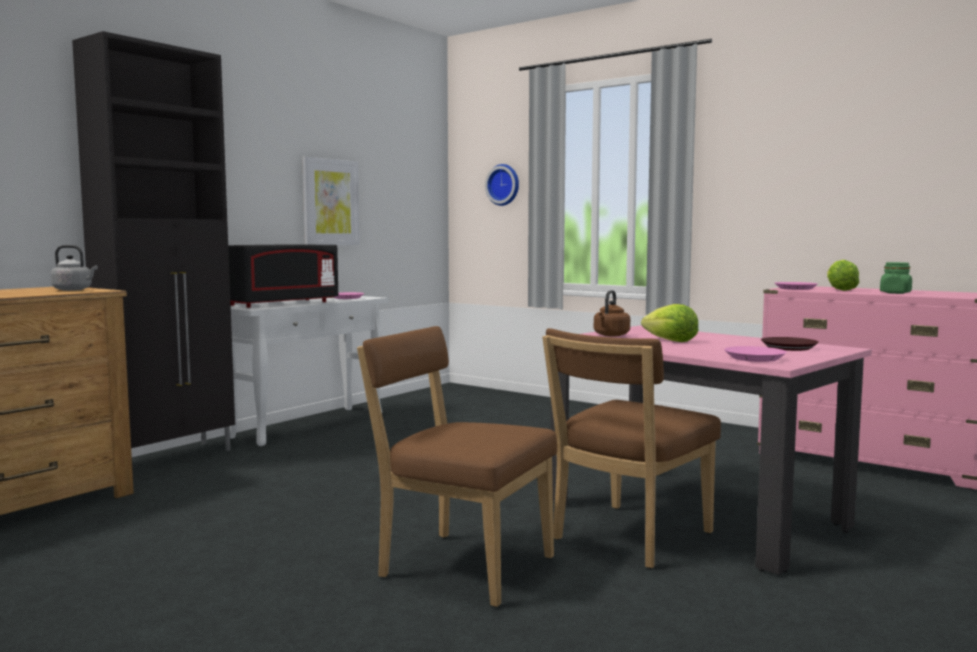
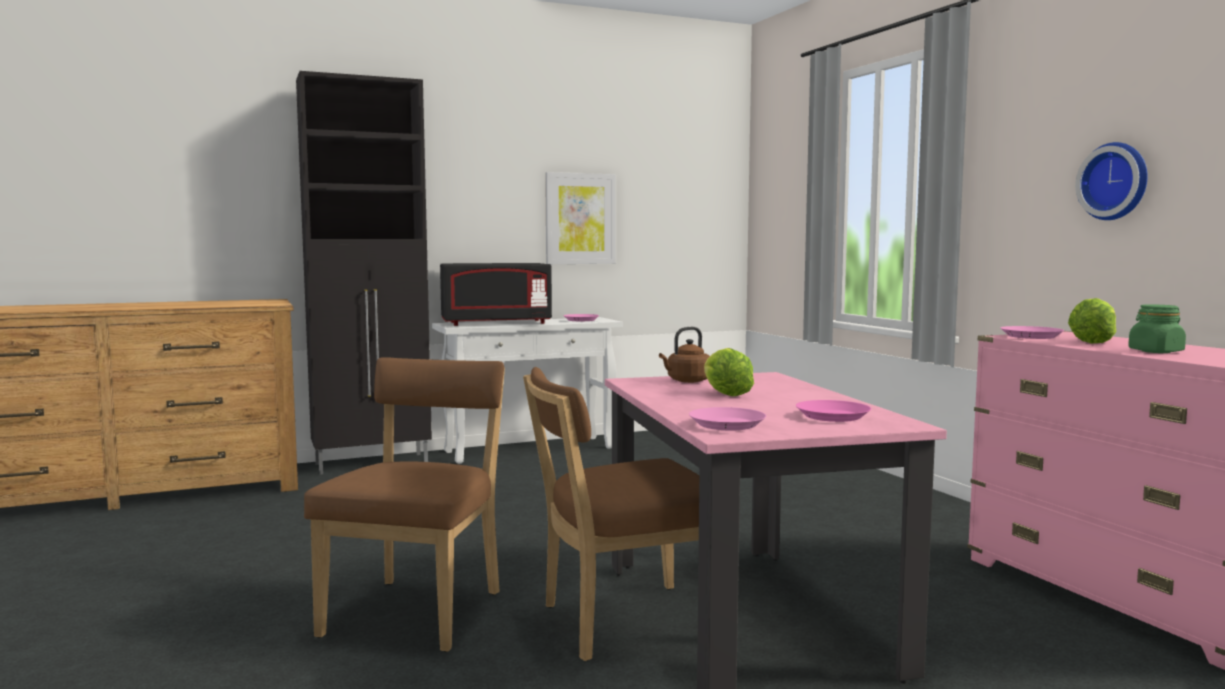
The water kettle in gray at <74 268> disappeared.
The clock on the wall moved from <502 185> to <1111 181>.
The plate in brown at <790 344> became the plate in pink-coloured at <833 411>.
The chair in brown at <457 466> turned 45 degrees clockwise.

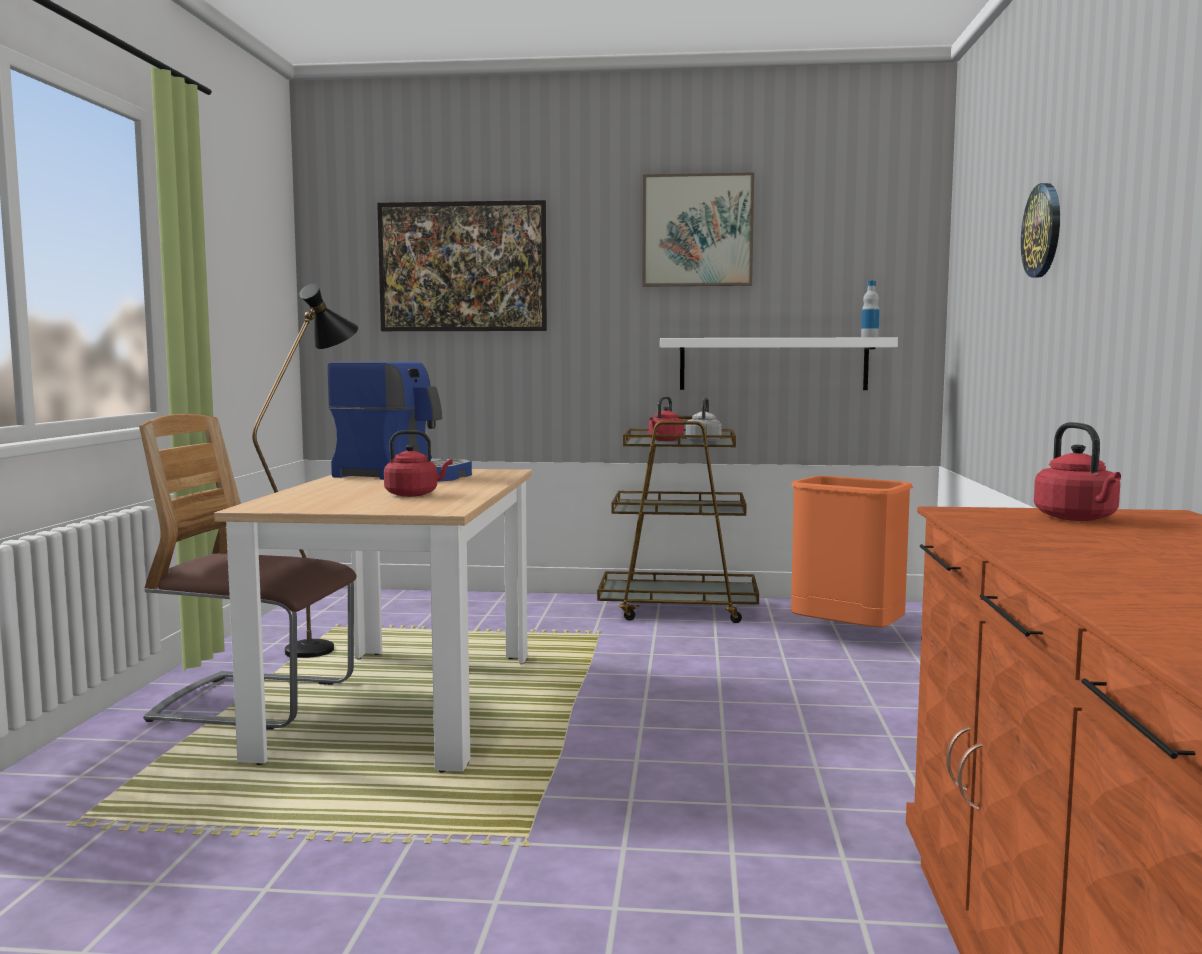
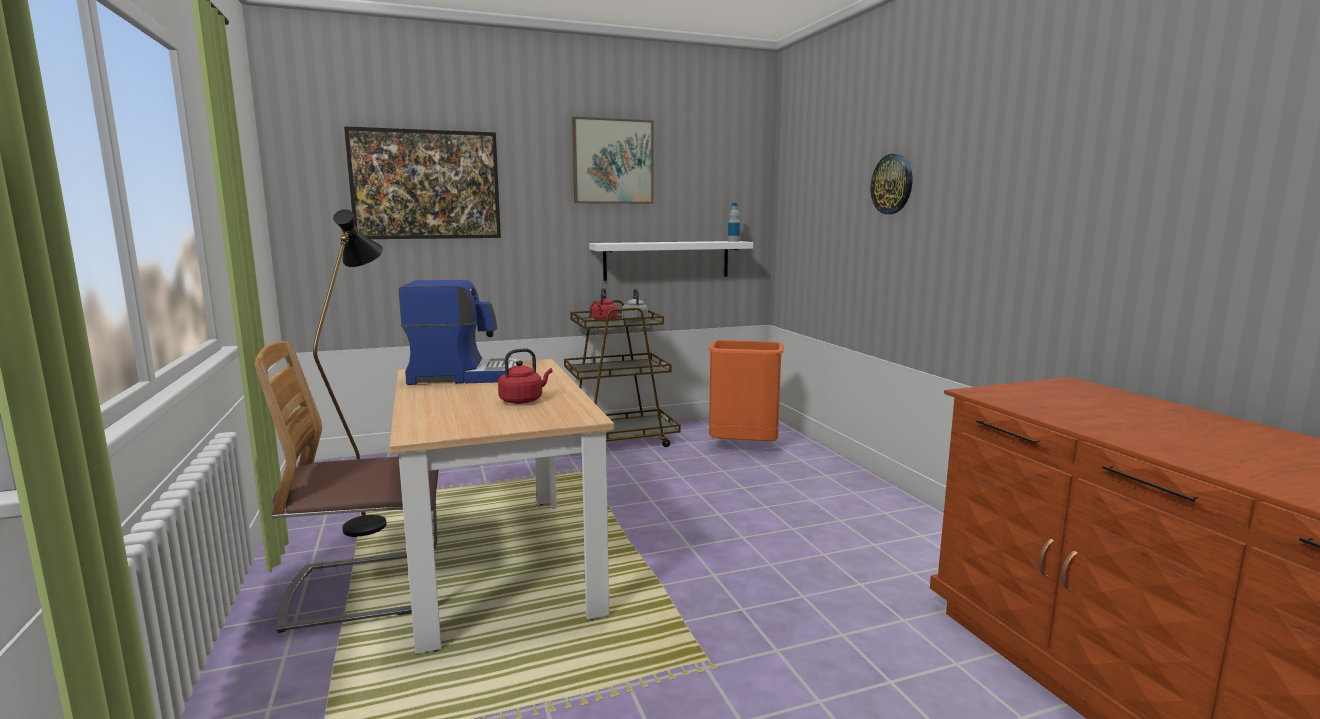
The water kettle in red-coloured at <1077 471> disappeared.

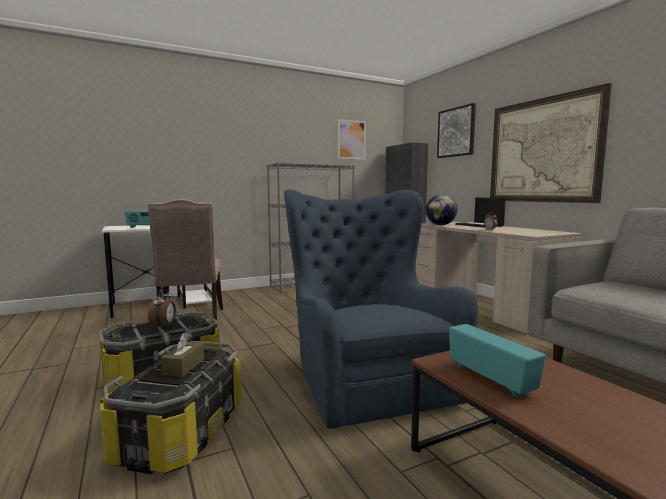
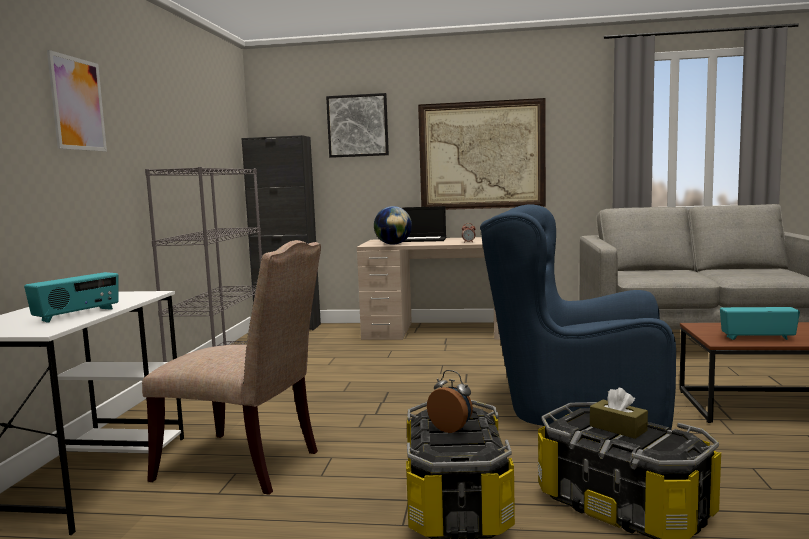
The wall art moved from <352 139> to <77 101>.

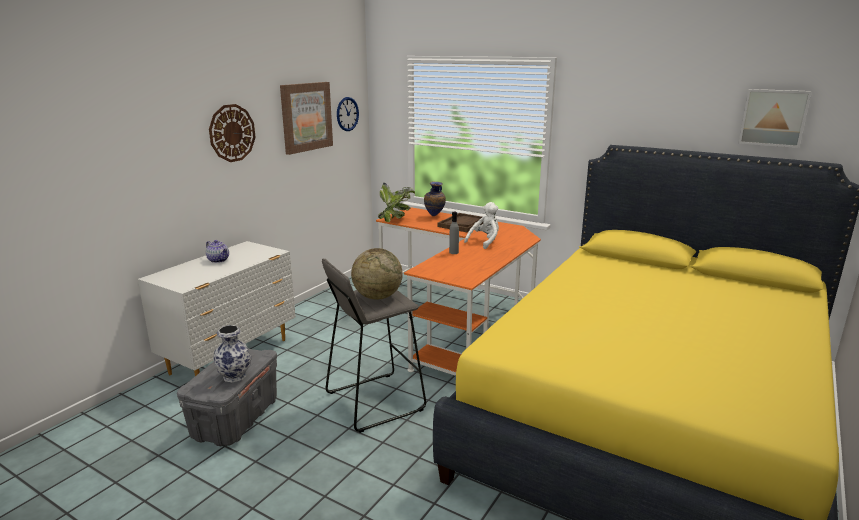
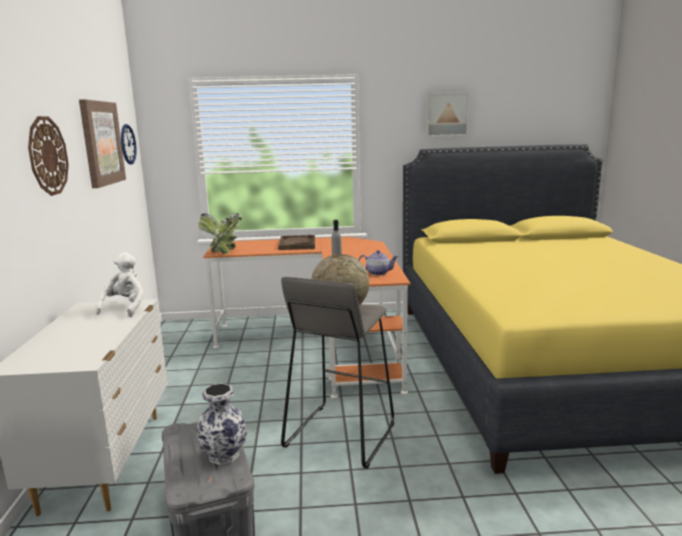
The decorative vase at <435 199> disappeared.
The teapot moved from <217 251> to <378 262>.
The cuddly toy in white-coloured moved from <481 225> to <120 284>.
The wall art moved from <775 118> to <448 114>.

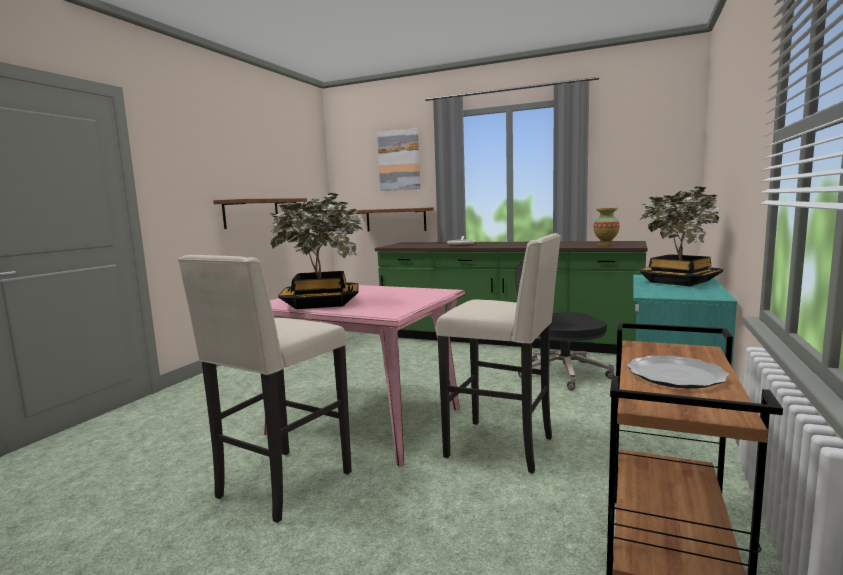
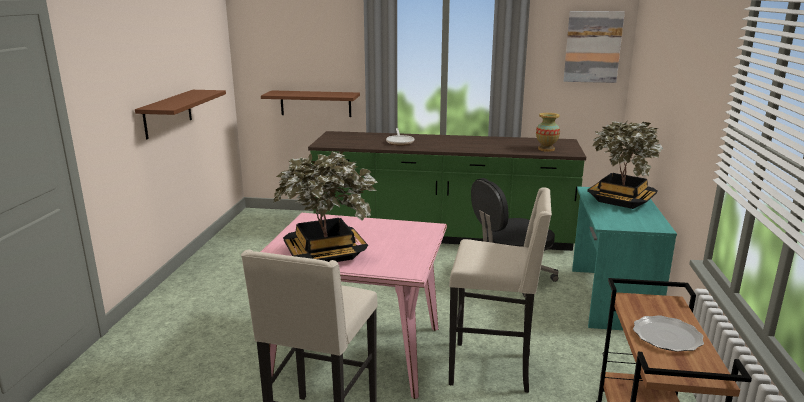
The wall art moved from <398 159> to <594 47>.

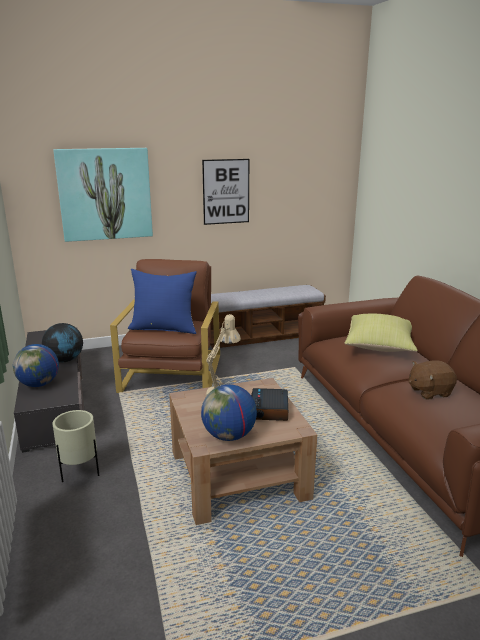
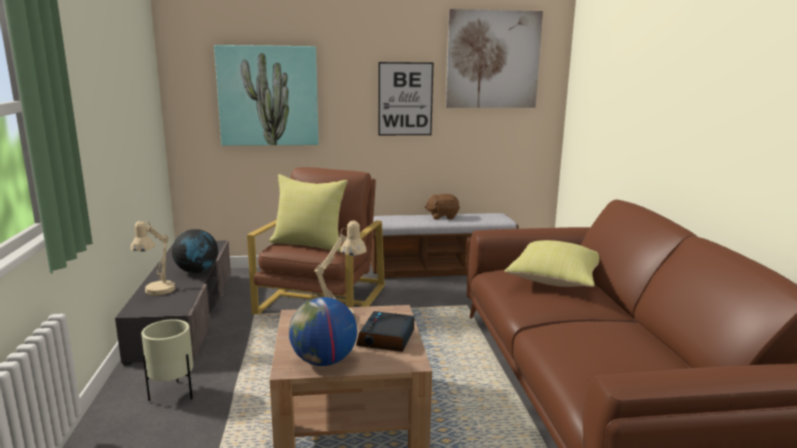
The wall art at <494 58> appeared.
The cuddly toy in brown moved from <433 380> to <442 206>.
The world globe at <36 365> was replaced by the tabletop lamp in sand-coloured at <153 258>.
The throw pillow in bluish at <162 301> became the throw pillow in yellowish at <308 213>.

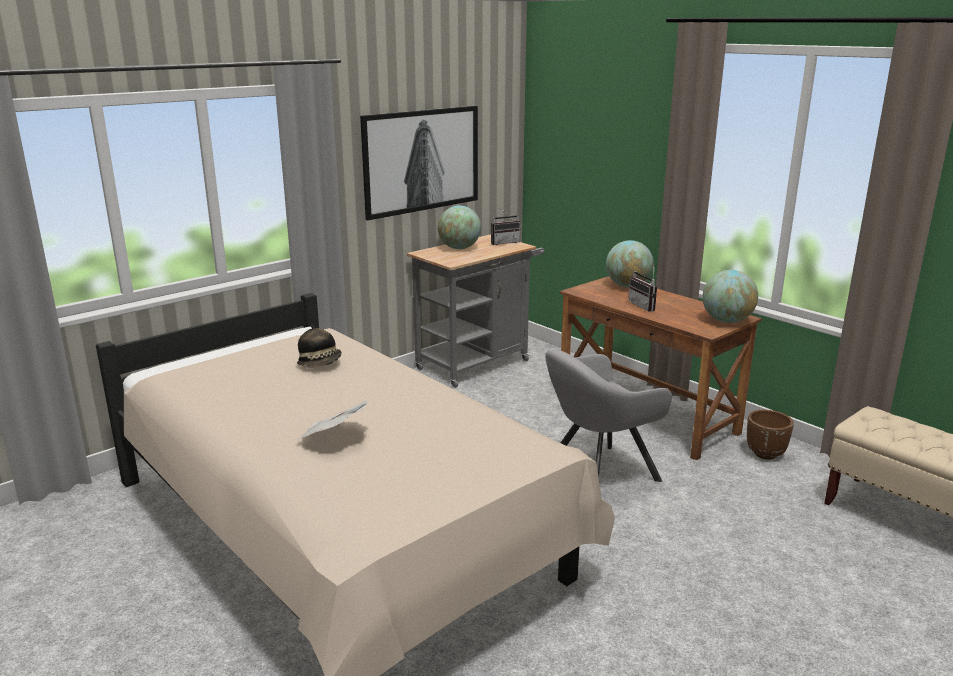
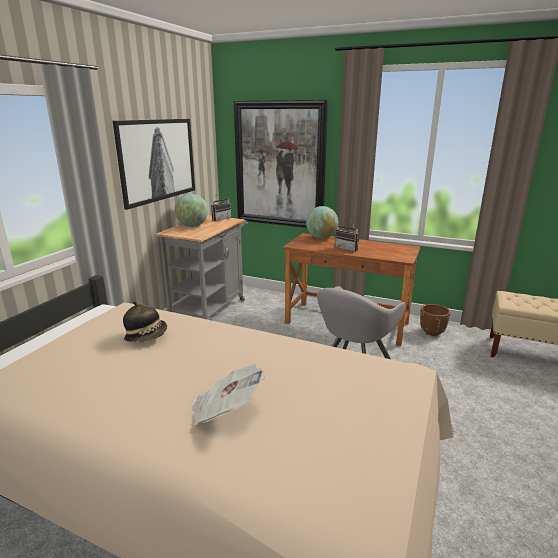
The world globe at <730 296> disappeared.
The wall art at <281 164> appeared.

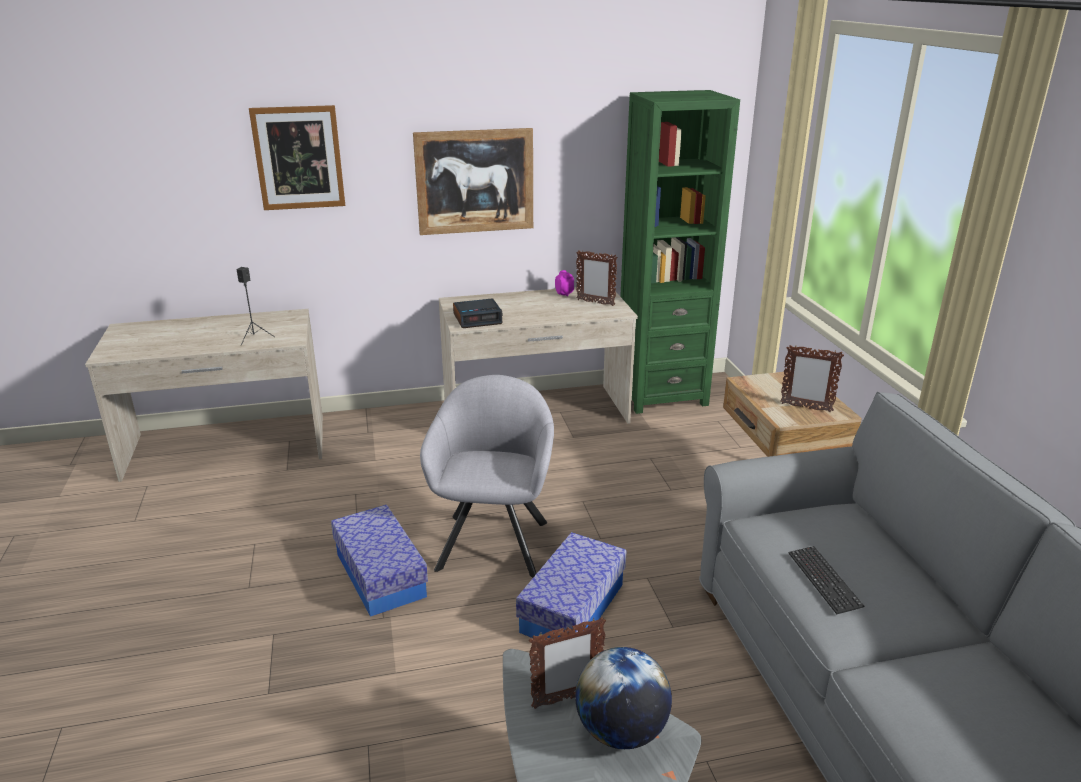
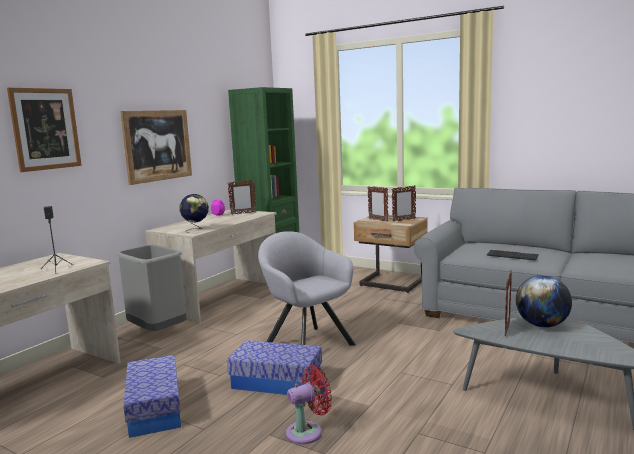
The trash can in gray at <151 288> appeared.
The fan in red-coloured at <309 404> appeared.
The photo frame at <377 204> appeared.
The storage box moved from <571 585> to <152 396>.
The bedside clock at <478 313> was replaced by the world globe at <194 213>.

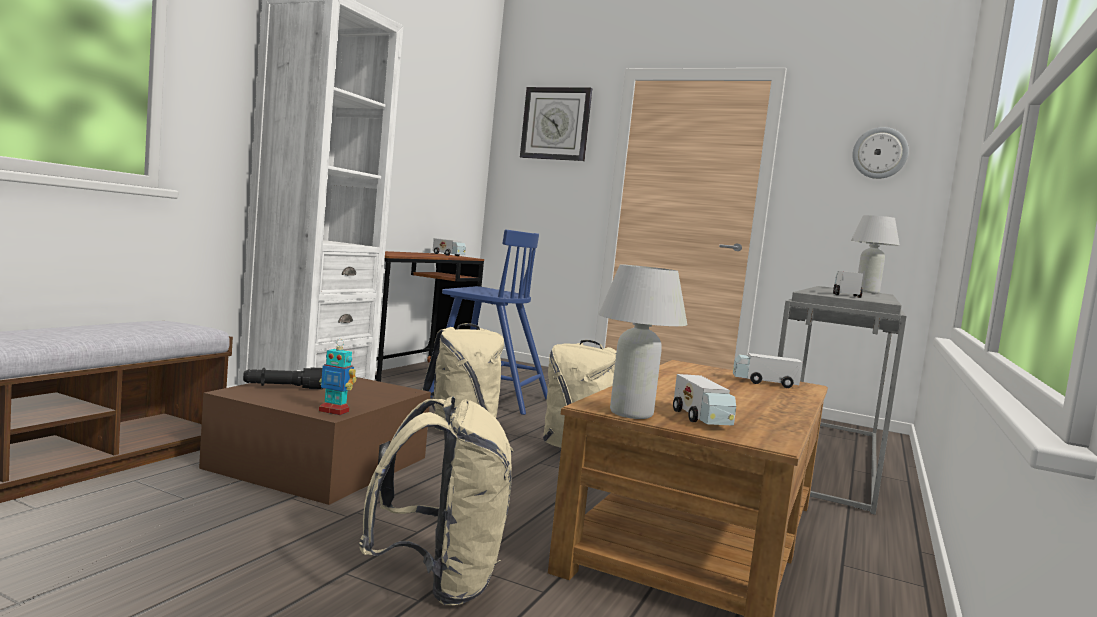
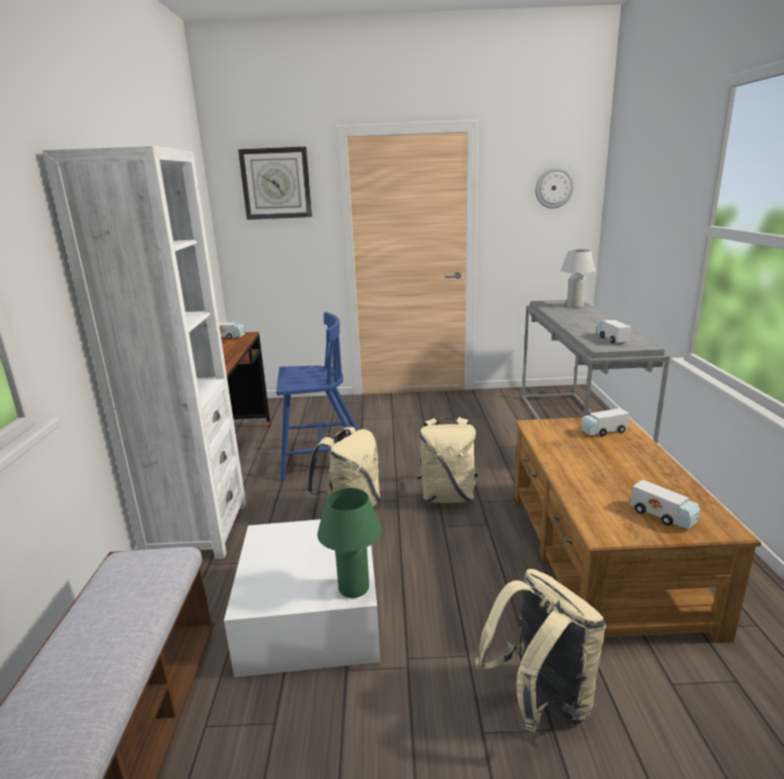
The torch in black at <283 378> disappeared.
The tabletop lamp in white-coloured at <643 341> disappeared.
The robot figure at <337 377> was replaced by the tabletop lamp in green at <349 543>.
The storage box in brown at <315 441> became the storage box in white-coloured at <302 598>.

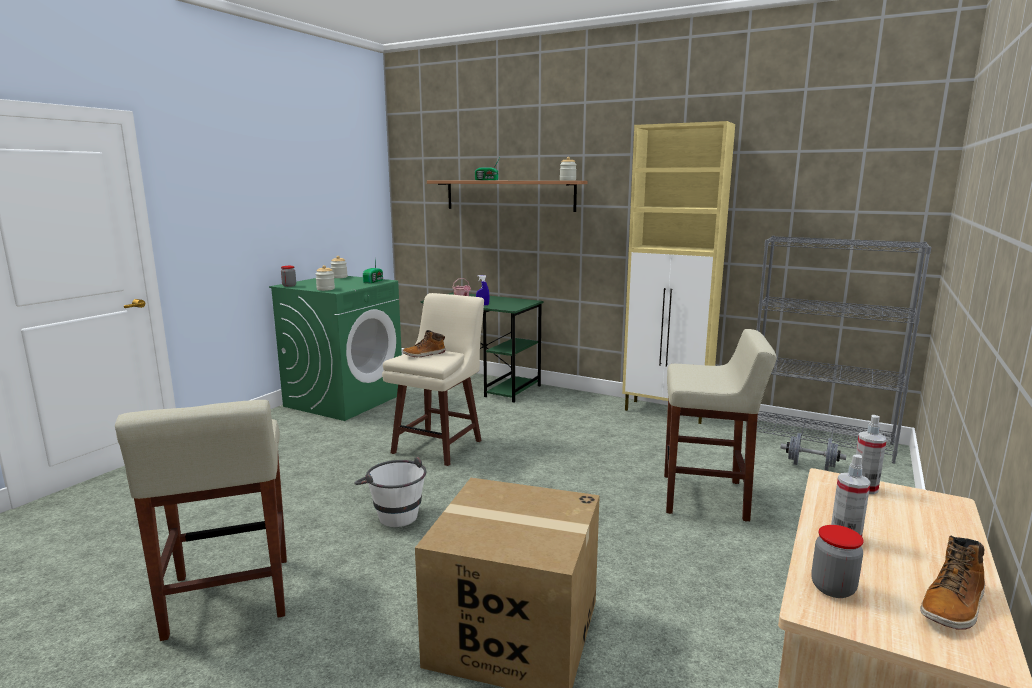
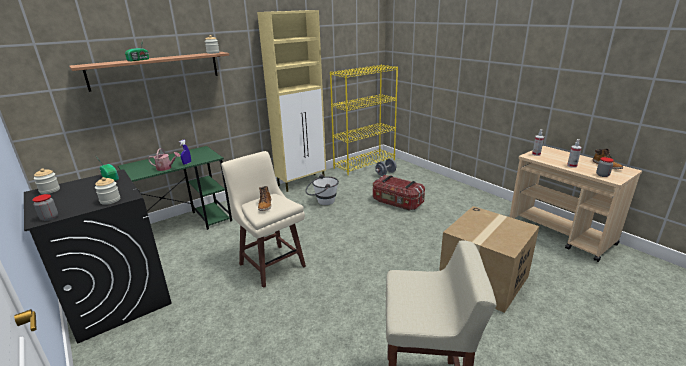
The bucket in white-coloured moved from <390 492> to <322 189>.
The stool seat in sand-coloured at <720 425> was replaced by the storage box at <399 193>.
The laundry appliance in green at <335 348> became the laundry appliance in black at <98 256>.
The bookcase in gray at <844 349> became the bookcase in yellowish at <364 120>.

